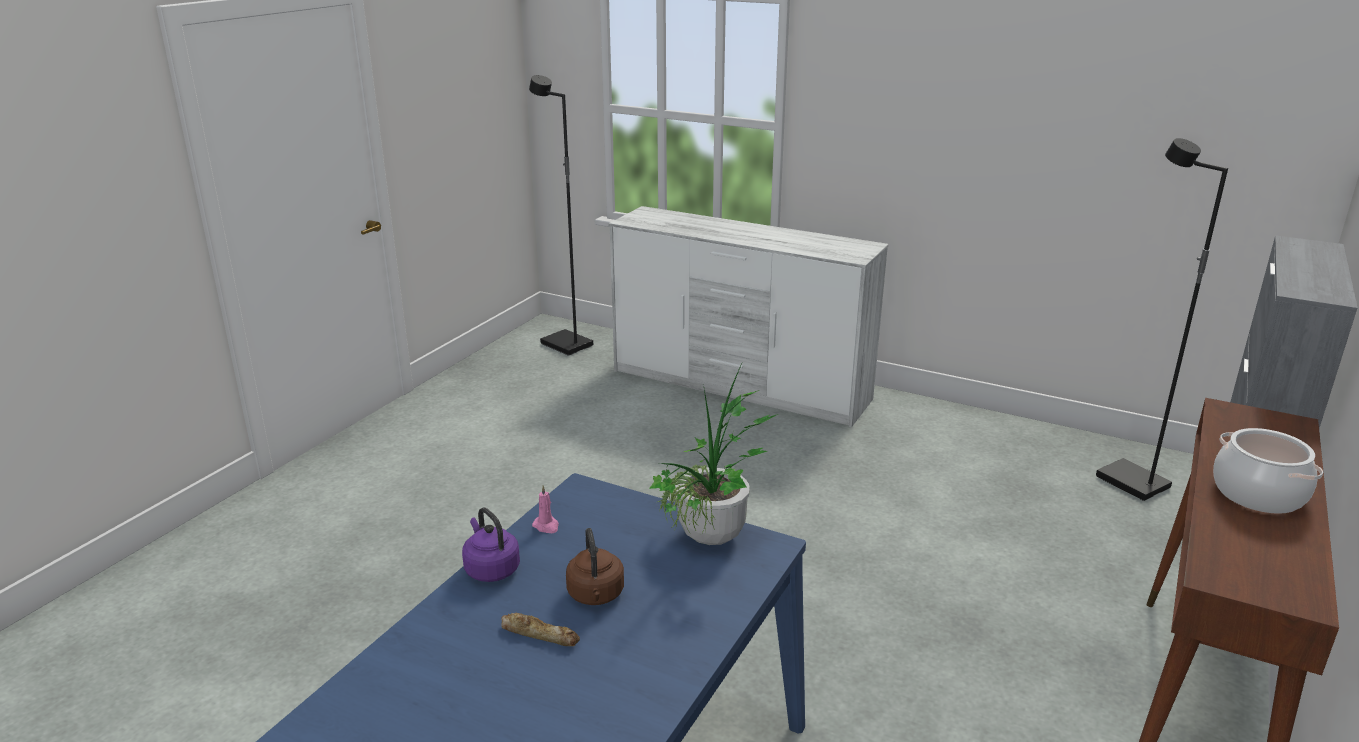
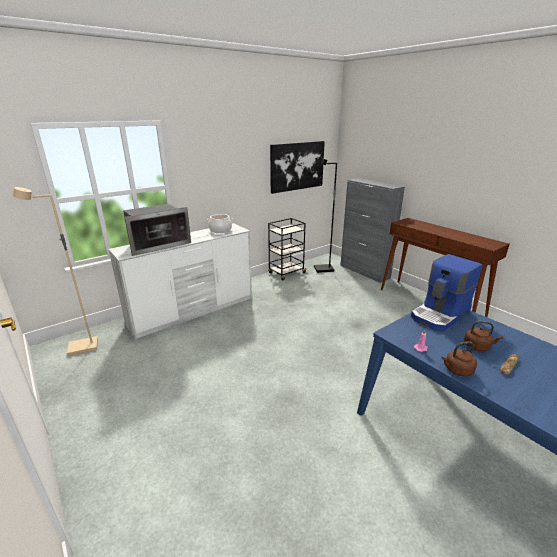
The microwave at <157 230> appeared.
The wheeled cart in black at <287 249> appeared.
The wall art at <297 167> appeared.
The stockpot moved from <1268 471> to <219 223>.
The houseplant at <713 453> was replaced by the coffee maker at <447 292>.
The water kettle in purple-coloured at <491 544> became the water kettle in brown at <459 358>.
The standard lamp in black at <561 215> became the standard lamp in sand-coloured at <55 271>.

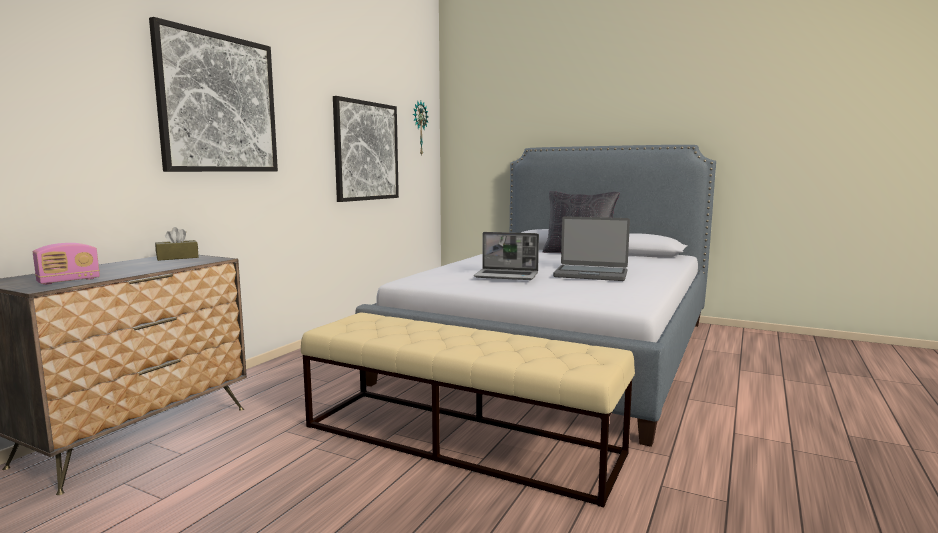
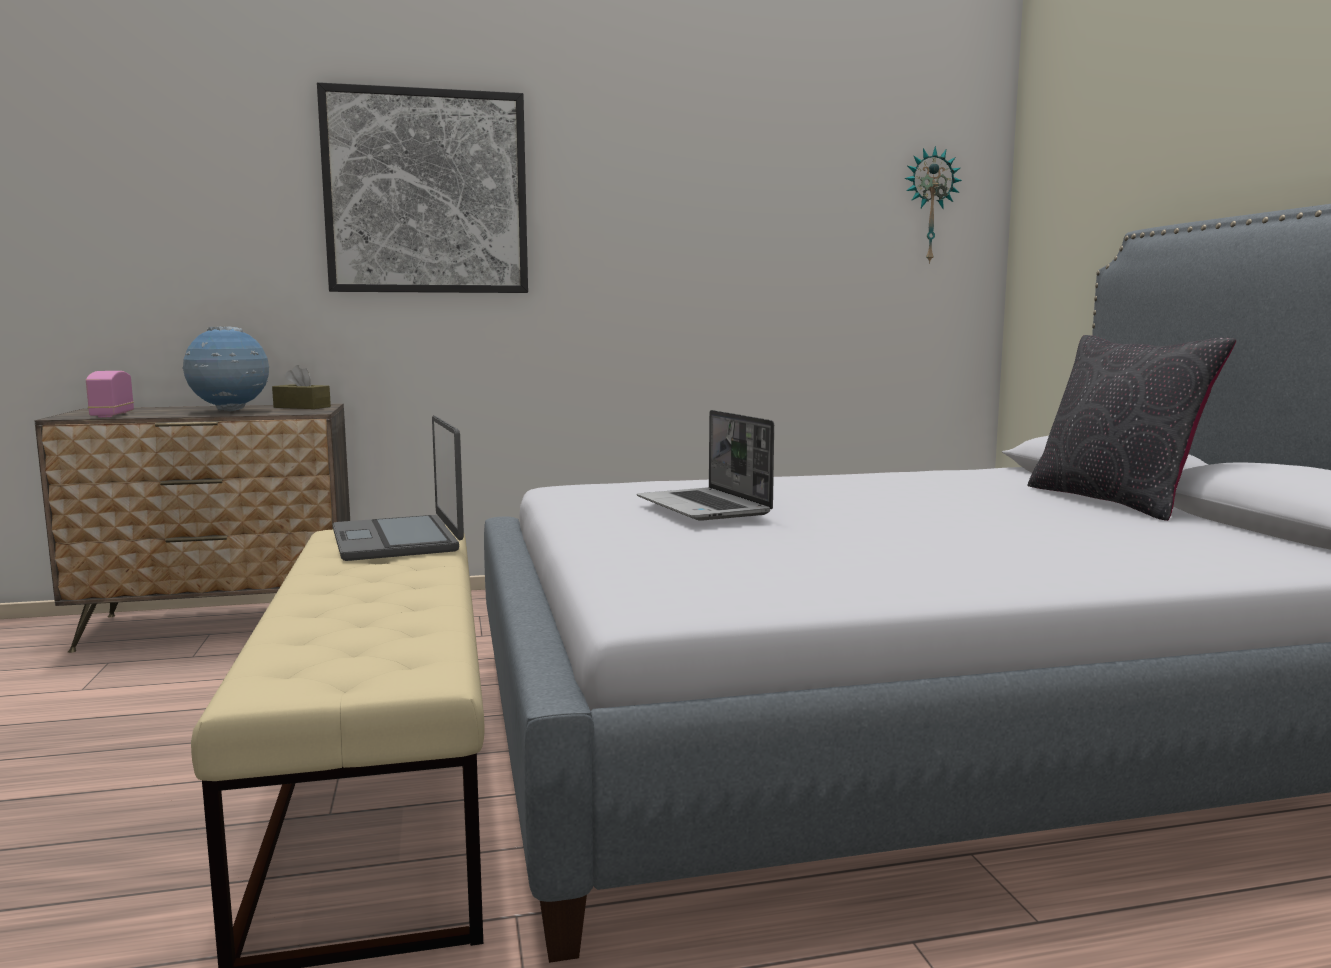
The wall art at <366 149> disappeared.
The world globe at <225 369> appeared.
The portable computer moved from <591 248> to <398 488>.
The radio at <66 264> turned 75 degrees clockwise.

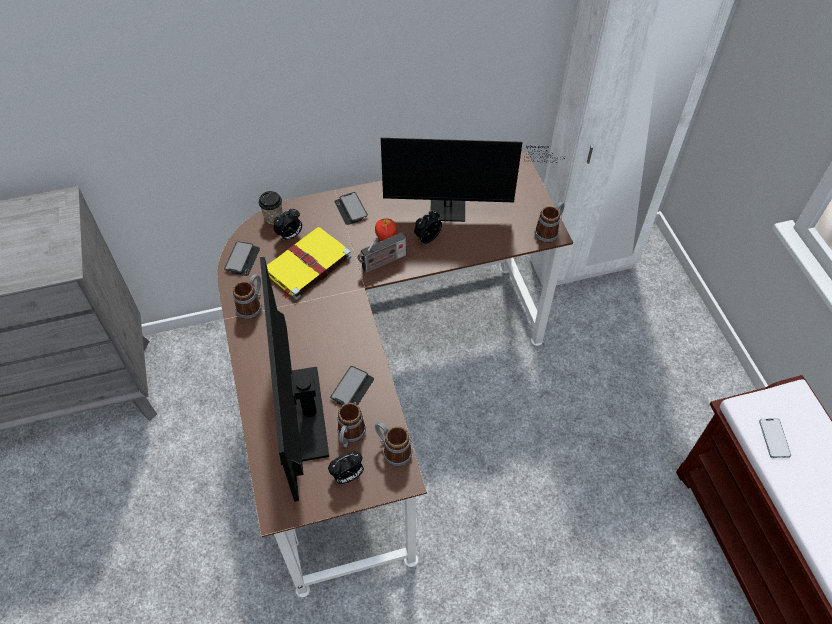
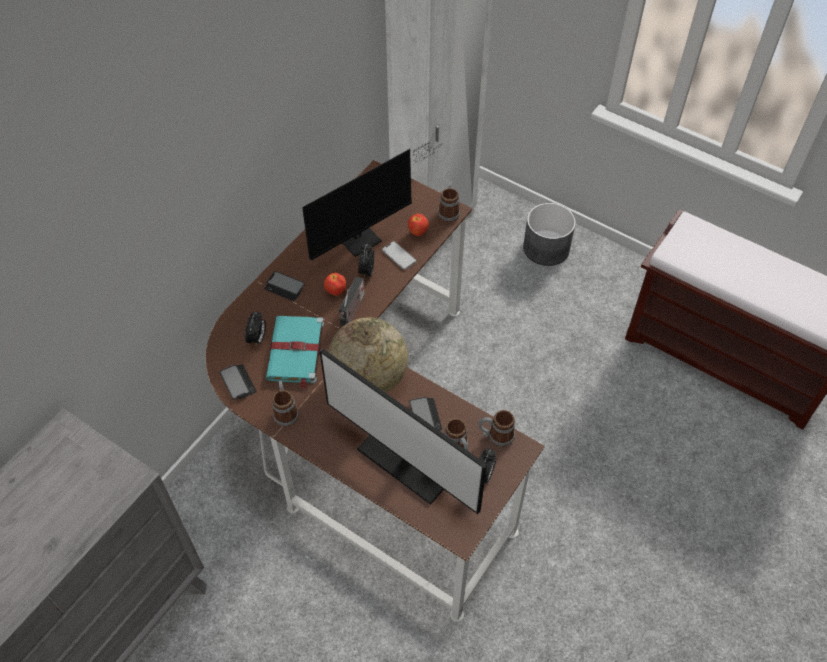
The cup at <270 208> disappeared.
The world globe at <368 355> appeared.
The whole apple at <418 225> appeared.
The flower pot in gray at <549 234> appeared.
The telephone moved from <775 438> to <399 255>.
The book in yellowish at <309 263> became the book in blue-green at <294 352>.

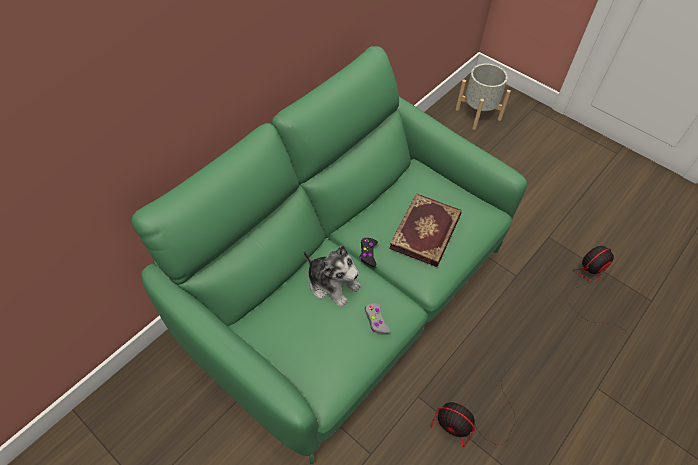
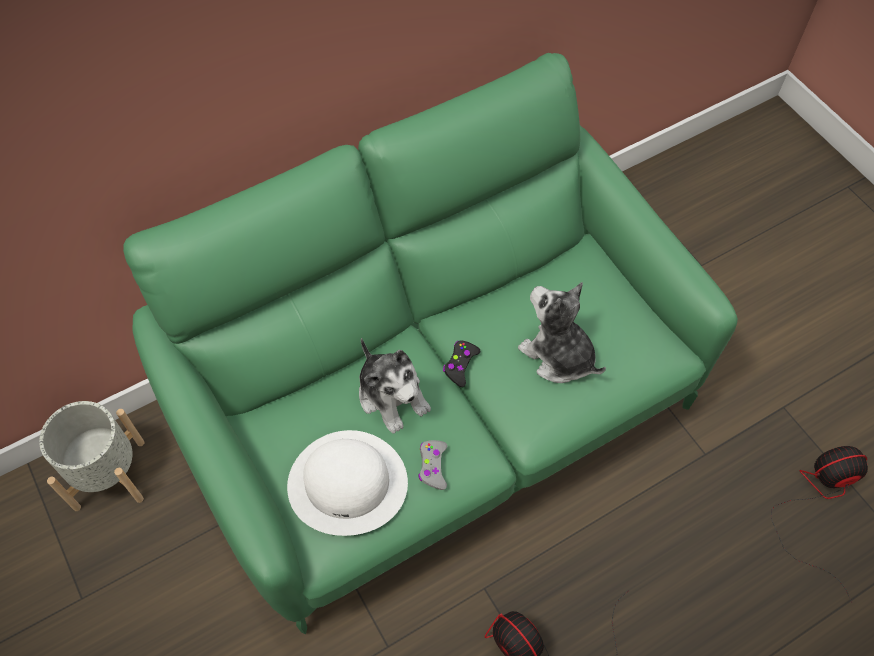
The hat in white-coloured at <347 483> appeared.
The flower pot in gray moved from <483 97> to <91 456>.
The book at <425 230> was replaced by the cuddly toy at <562 332>.

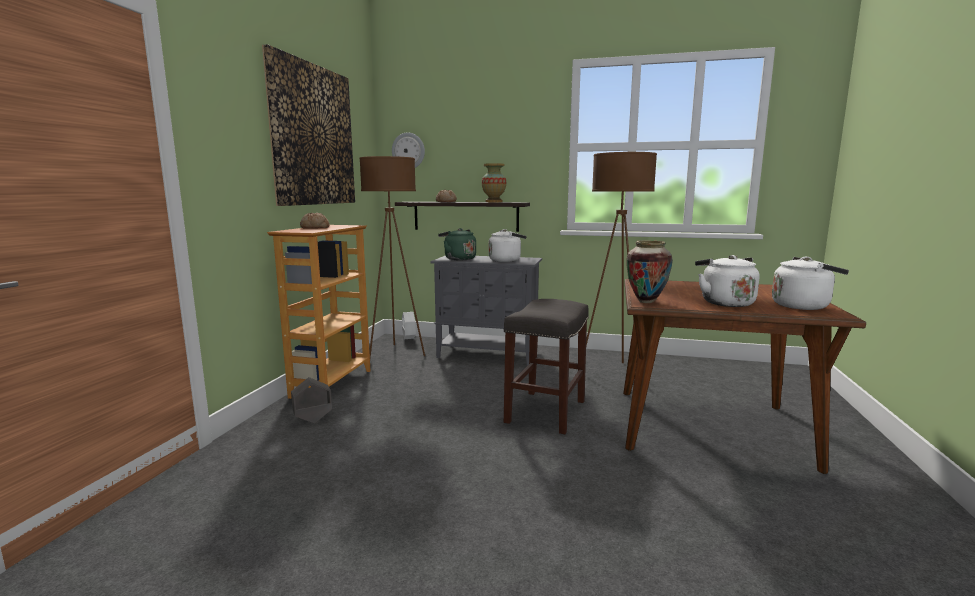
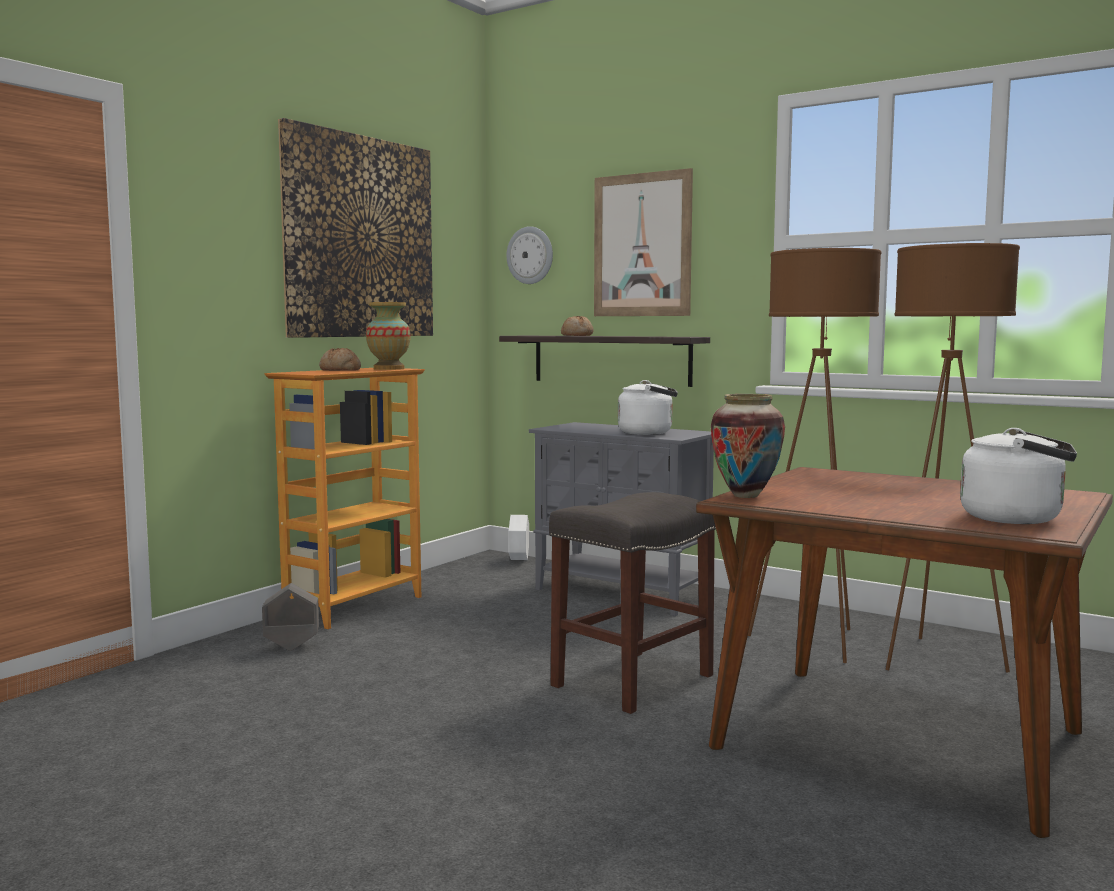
The water kettle in green at <457 244> disappeared.
The water kettle in white-coloured at <727 281> disappeared.
The wall art at <643 242> appeared.
The standard lamp in brown moved from <392 257> to <953 457>.
The decorative vase moved from <494 182> to <388 336>.

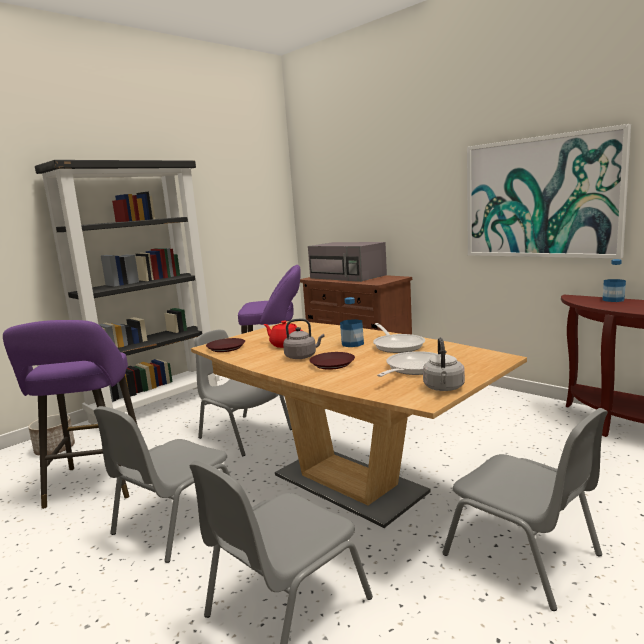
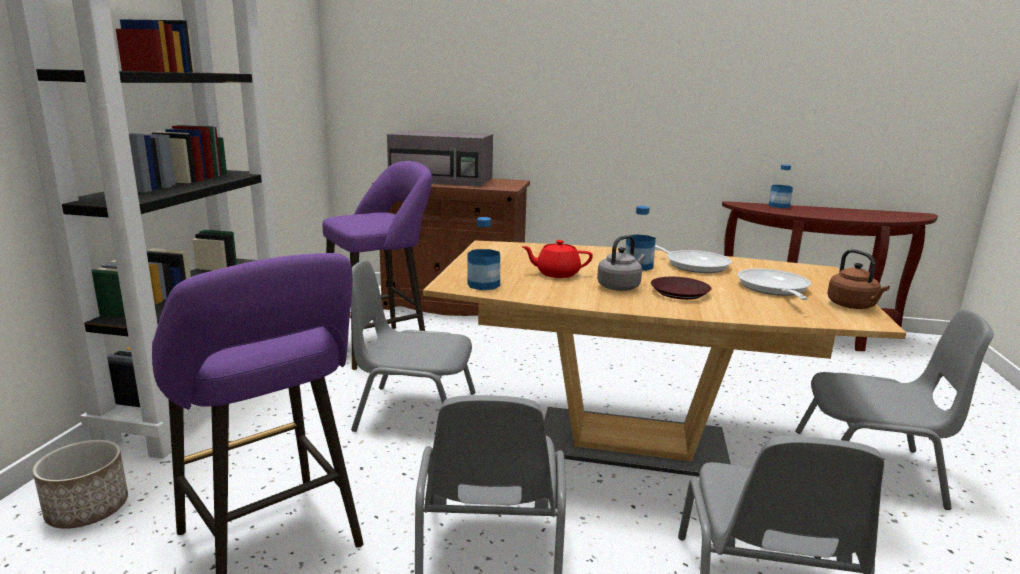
The wall art at <549 191> disappeared.
The plate in brown at <225 345> was replaced by the beverage bottle at <483 253>.
The water kettle in gray at <444 364> became the water kettle in brown at <858 279>.

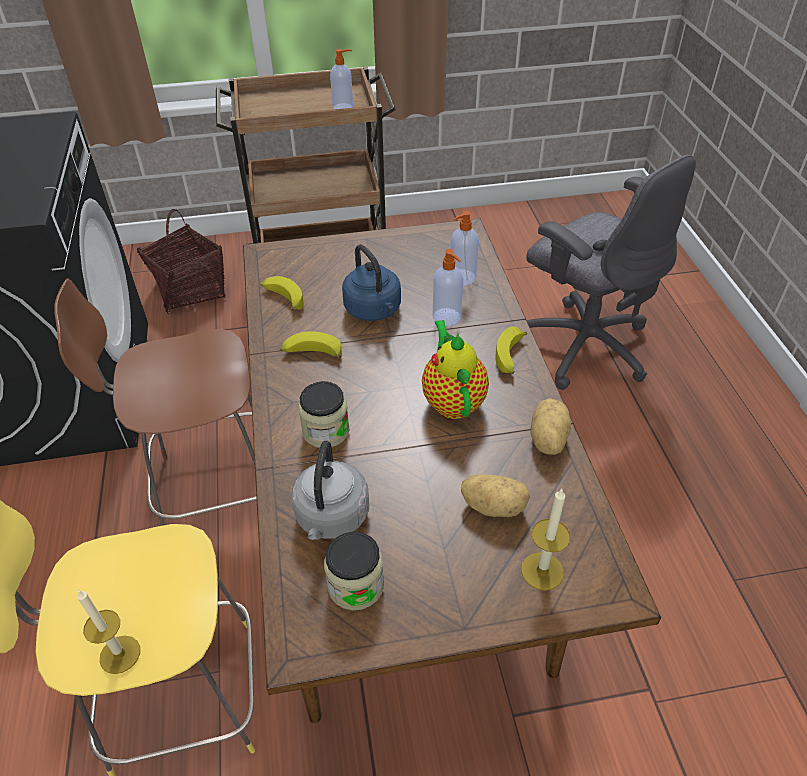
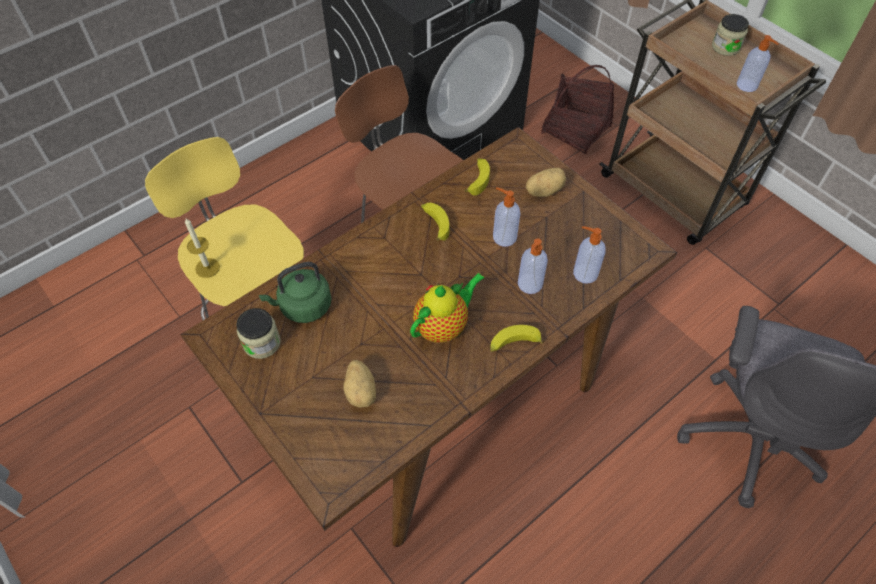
The wax candle at <545 540> disappeared.
The preserve jar moved from <324 414> to <730 35>.
The potato moved from <551 426> to <546 182>.
The water kettle in bluish at <371 282> was replaced by the liquid soap bottle at <506 217>.
The water kettle in gray at <330 490> became the water kettle in green at <295 292>.

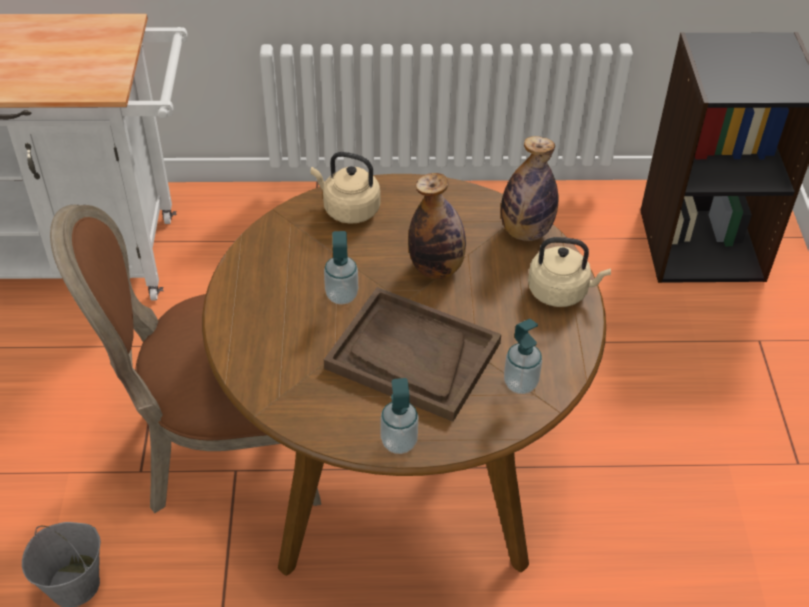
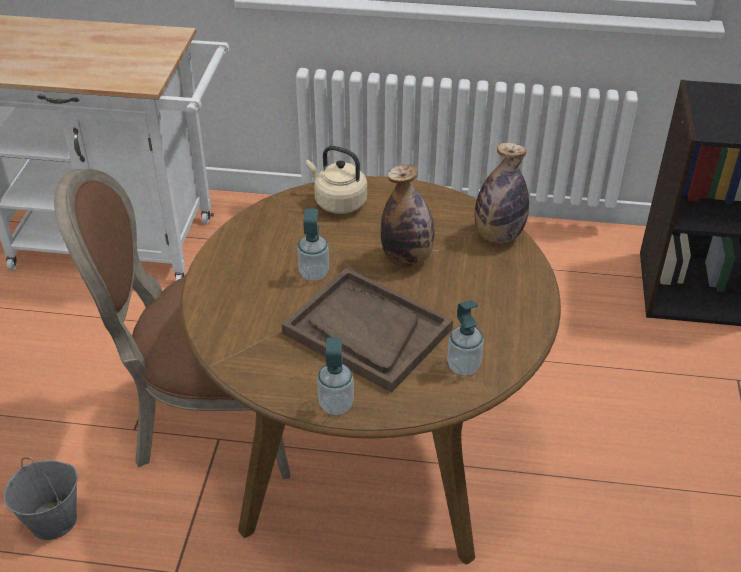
The water kettle in sand-coloured at <569 272> disappeared.

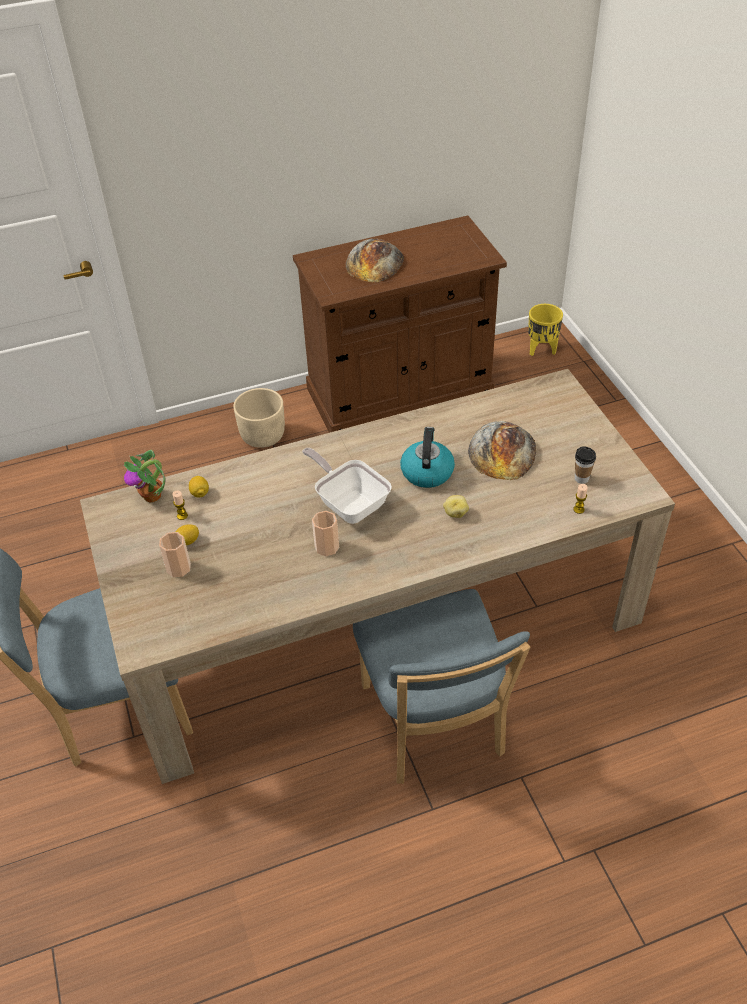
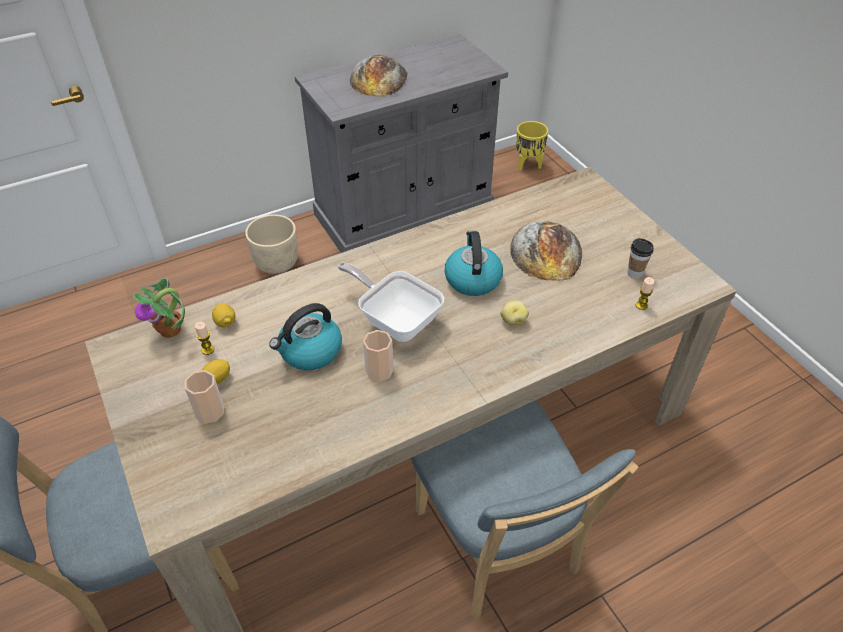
The water kettle at <305 336> appeared.
The cupboard in brown at <400 324> became the cupboard in gray at <401 143>.

